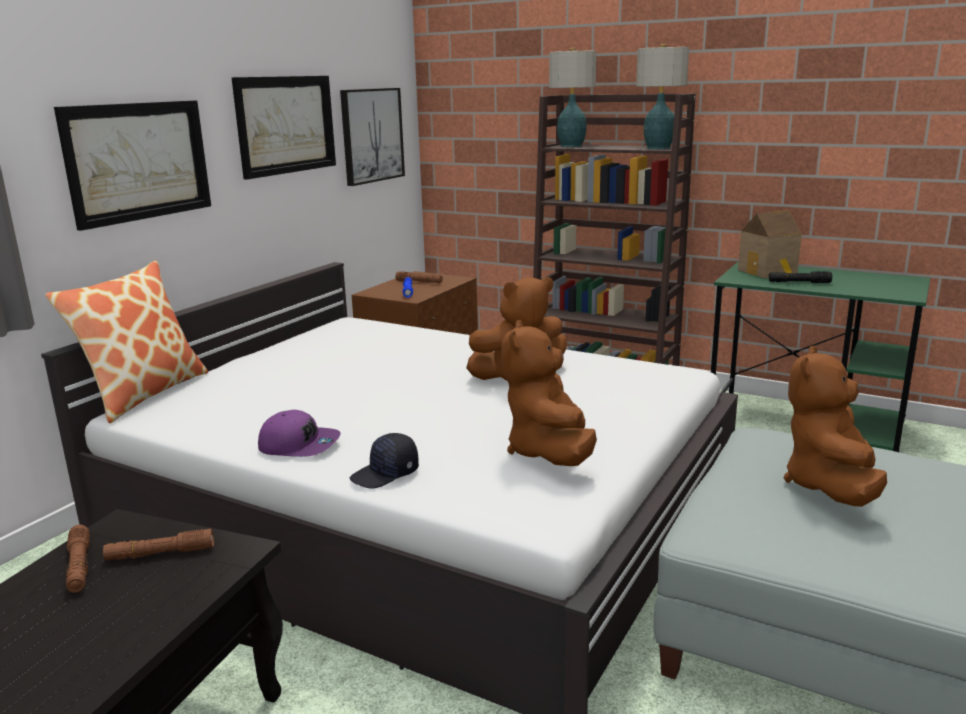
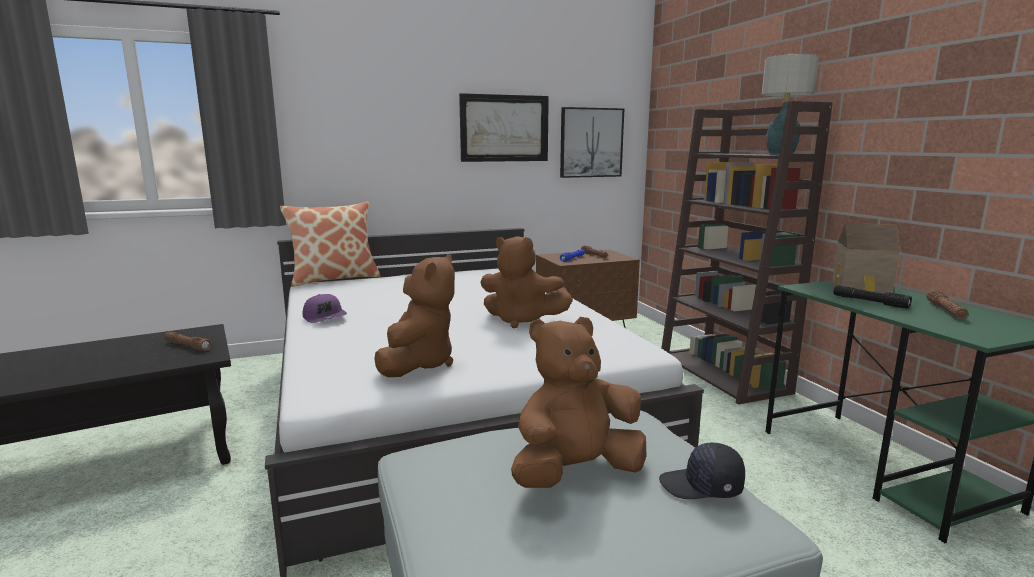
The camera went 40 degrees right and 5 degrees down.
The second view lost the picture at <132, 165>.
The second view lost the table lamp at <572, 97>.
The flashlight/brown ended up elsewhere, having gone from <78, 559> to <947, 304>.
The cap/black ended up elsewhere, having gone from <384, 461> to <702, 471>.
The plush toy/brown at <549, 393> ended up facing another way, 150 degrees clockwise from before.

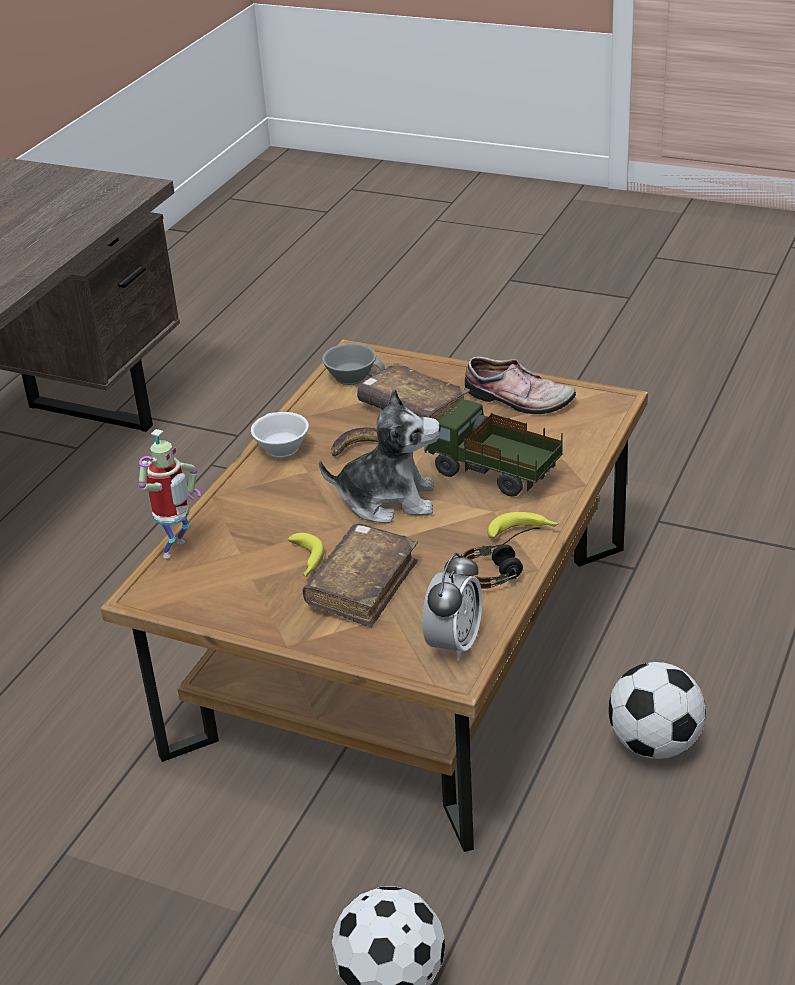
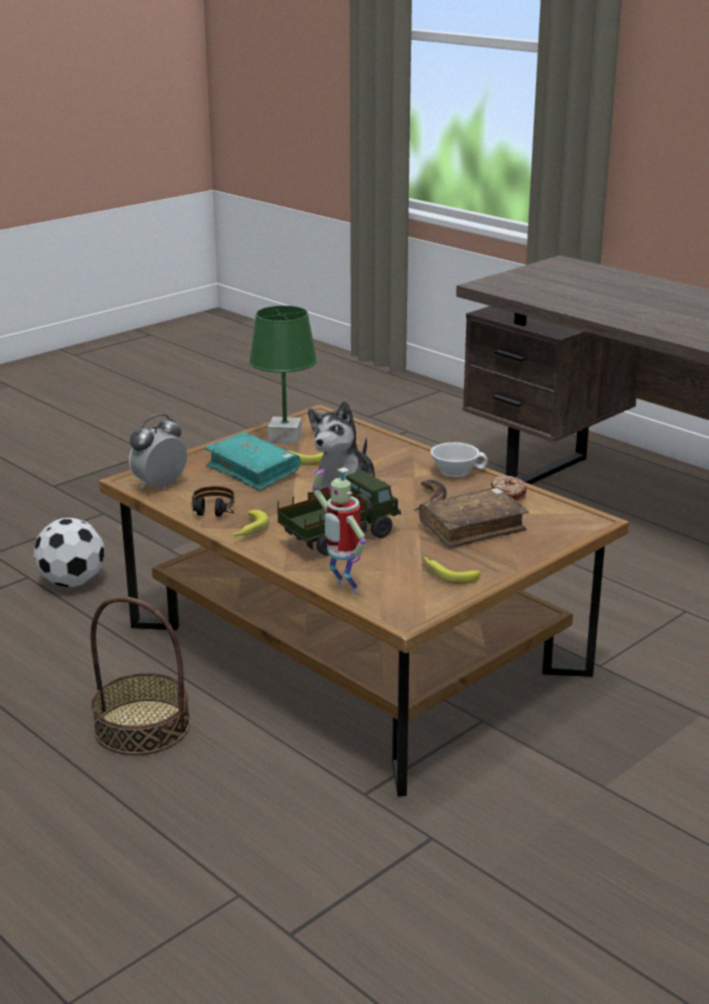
The camera went 110 degrees right and 10 degrees down.
The second view lost the cup/grey at <353, 364>.
The second view gained the table lamp/green at <283, 375>.
The second view gained the donut at <509, 487>.
The toy robot ended up elsewhere, having gone from <170, 493> to <339, 530>.
Where the shoe stood at <520, 385>, the banana came to stand at <451, 570>.
Where the football stood at <657, 710>, the basket came to stand at <140, 675>.
What was the book/brown at <360, 575> turned into the book/turquoise at <253, 461>.
The alarm clock at <452, 607> ended up facing another way, 90 degrees clockwise from before.

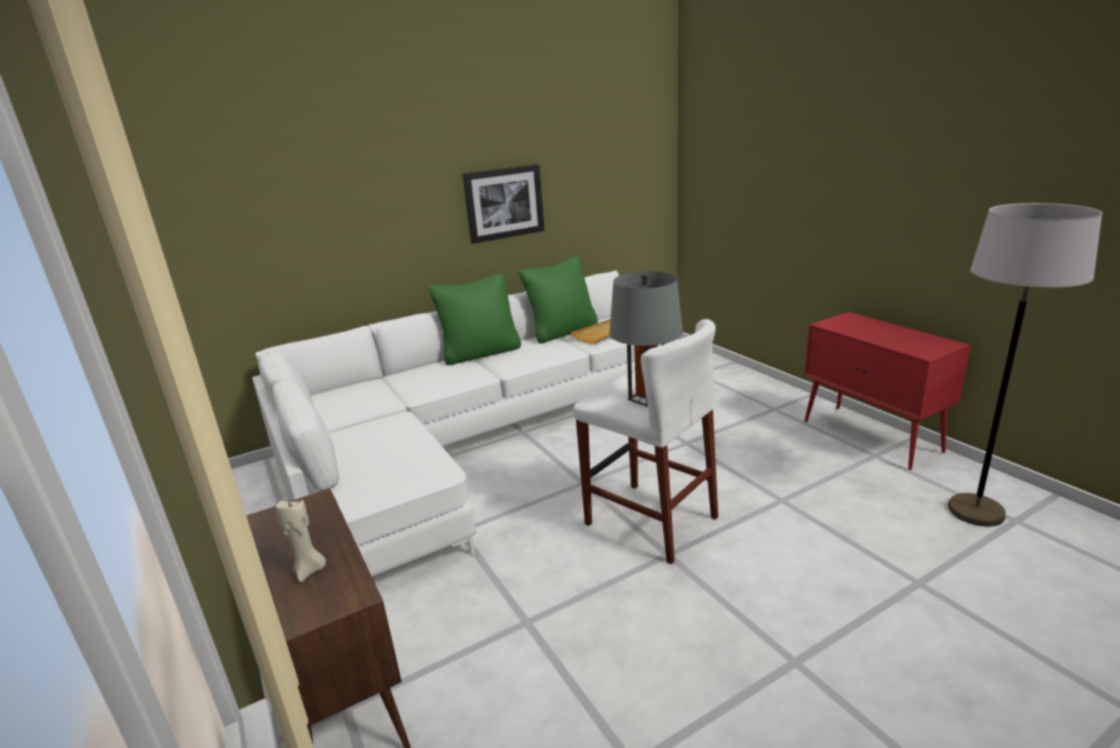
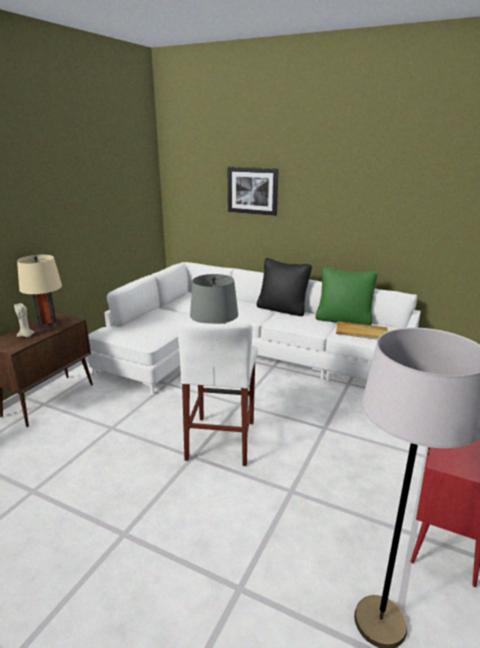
The camera went 55 degrees right and 0 degrees up.
The second view gained the table lamp/beige at <39, 291>.
The picture ended up elsewhere, having gone from <504, 204> to <253, 191>.
What was the pillow/green at <475, 319> turned into the pillow/black at <284, 287>.

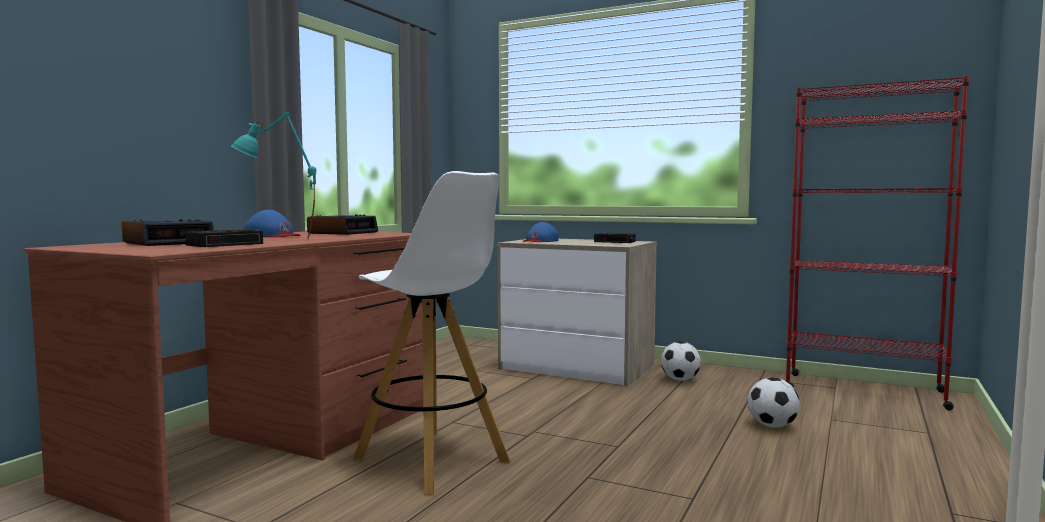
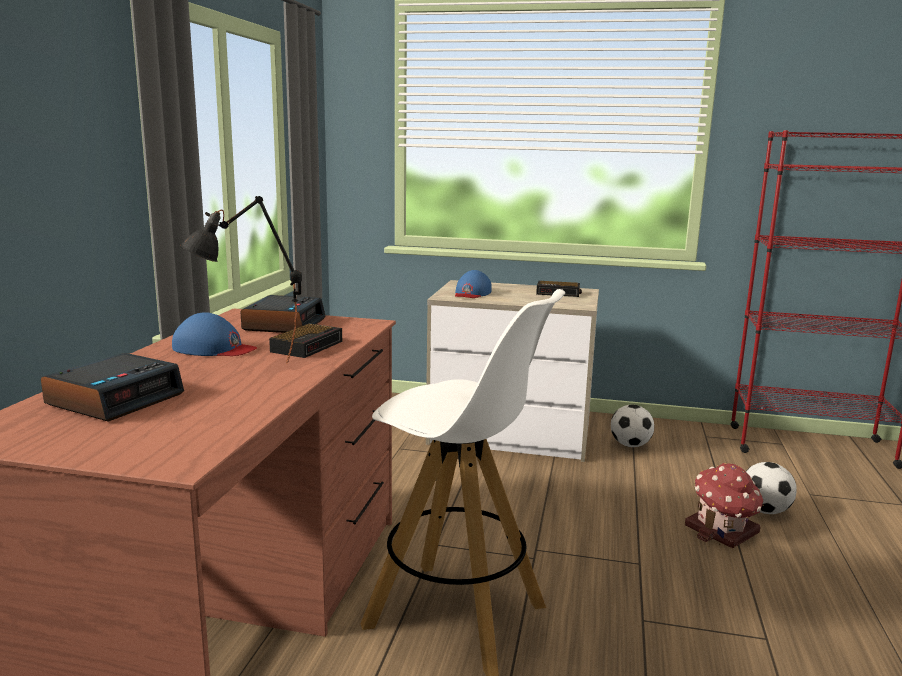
The camera went 15 degrees left and 10 degrees up.
The second view gained the toy house at <724, 505>.
The alarm clock ended up elsewhere, having gone from <224, 238> to <305, 340>.
What was the table lamp/turquoise at <274, 175> turned into the table lamp/black at <241, 280>.

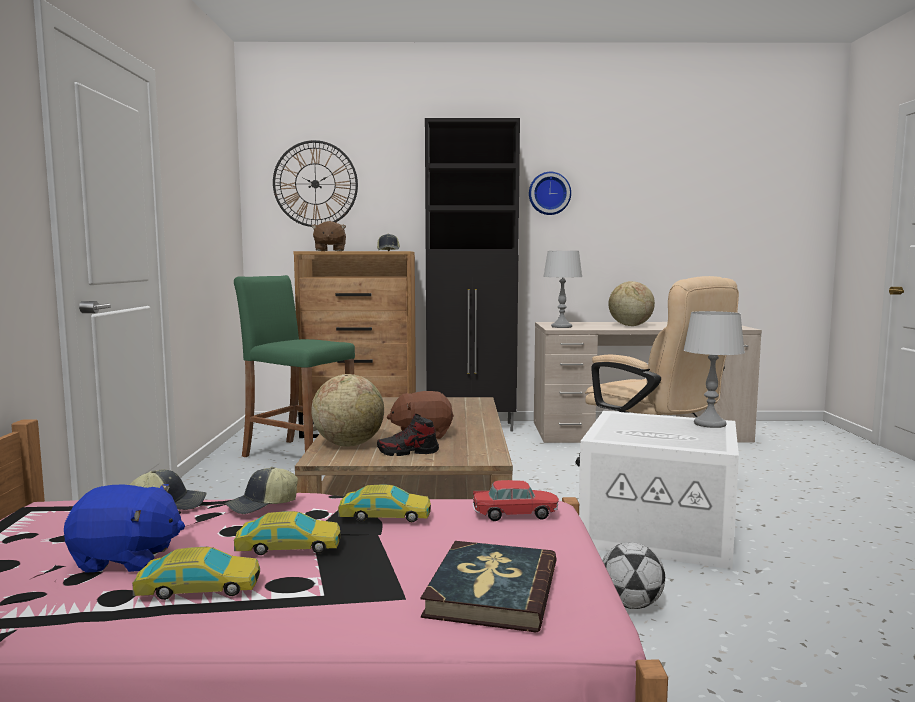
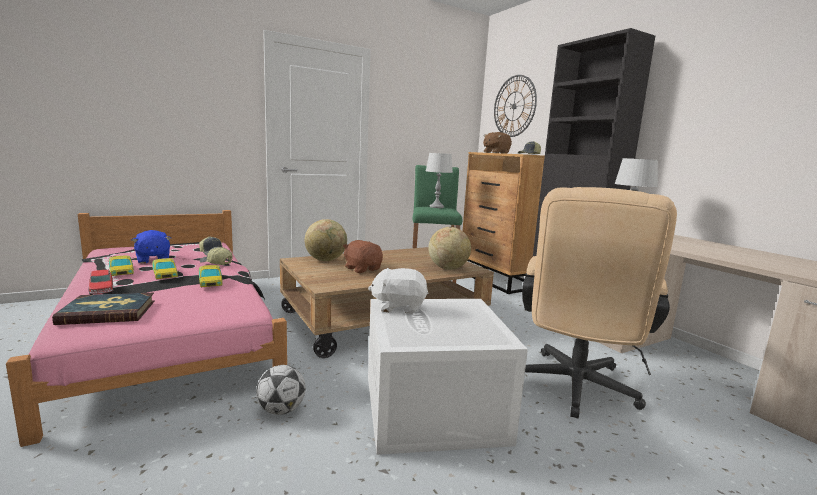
The camera went 60 degrees right and 5 degrees up.
The second view lost the shoe at <408, 435>.
The second view lost the wall clock at <550, 193>.
The second view gained the plush toy/white at <398, 291>.
The toy car ended up elsewhere, having gone from <516, 500> to <100, 282>.
The globe ended up elsewhere, having gone from <632, 303> to <449, 248>.
The table lamp/grey ended up elsewhere, having gone from <714, 369> to <439, 180>.

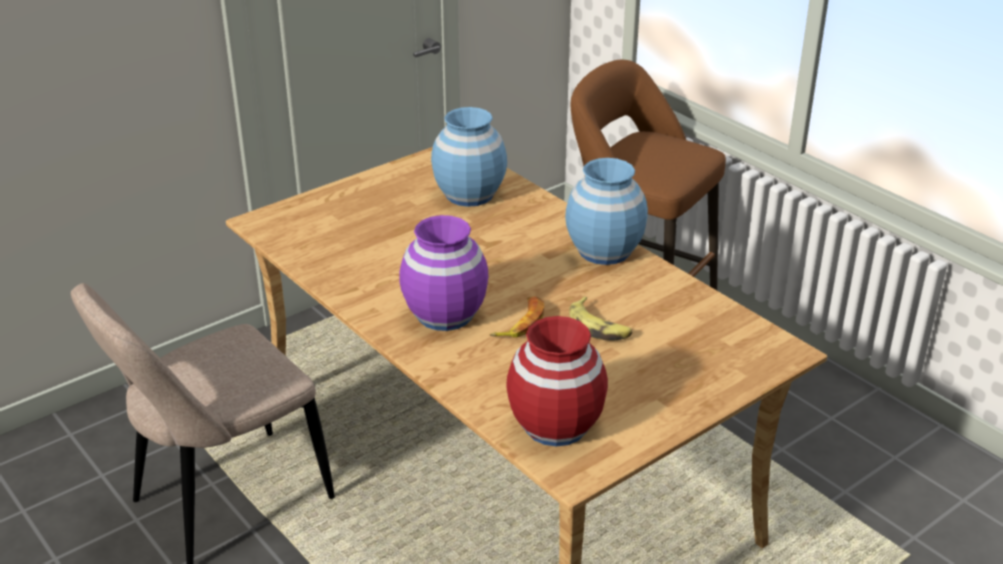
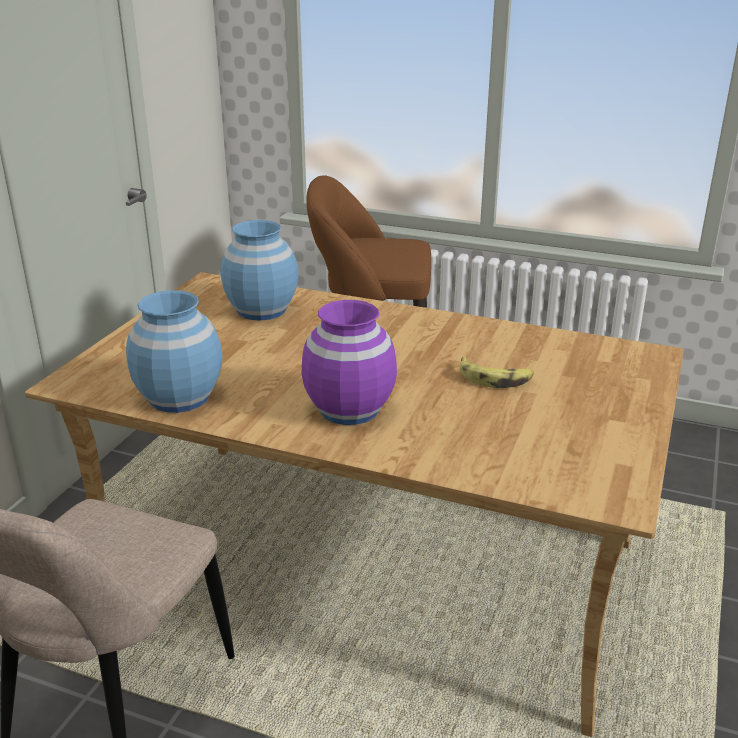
The camera went 30 degrees left and 5 degrees down.
The second view lost the banana at <516, 317>.
The second view lost the vase/red at <557, 381>.
The vase/blue ended up elsewhere, having gone from <606, 211> to <174, 351>.

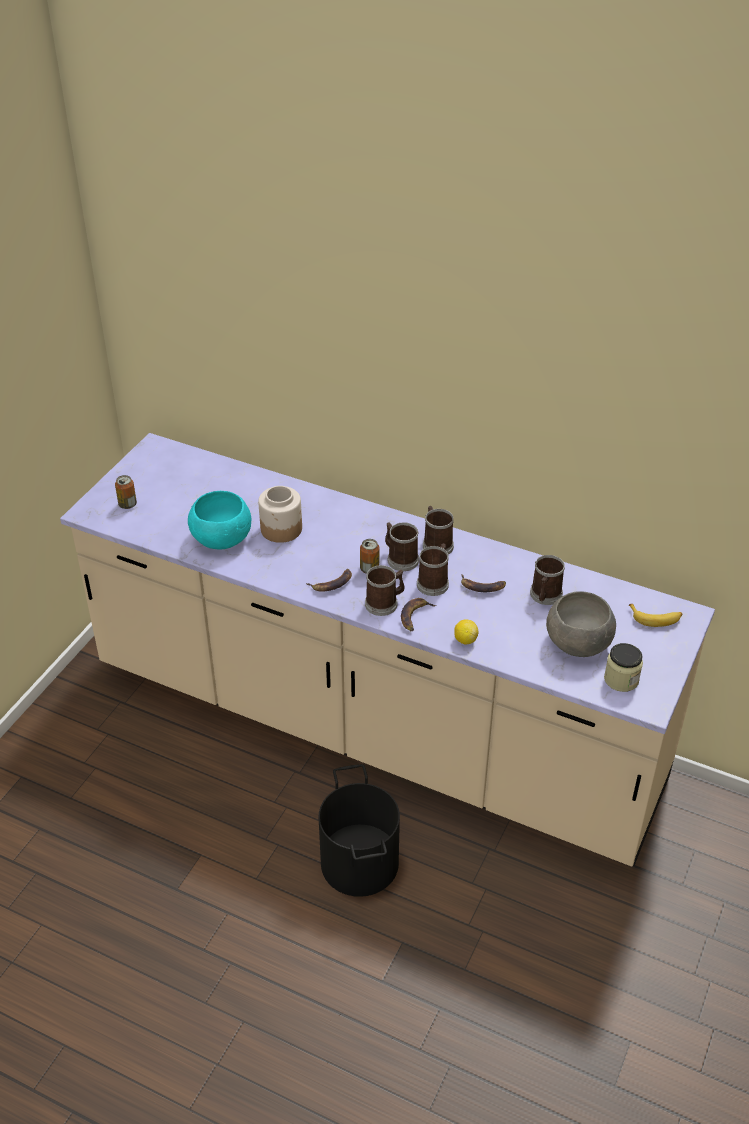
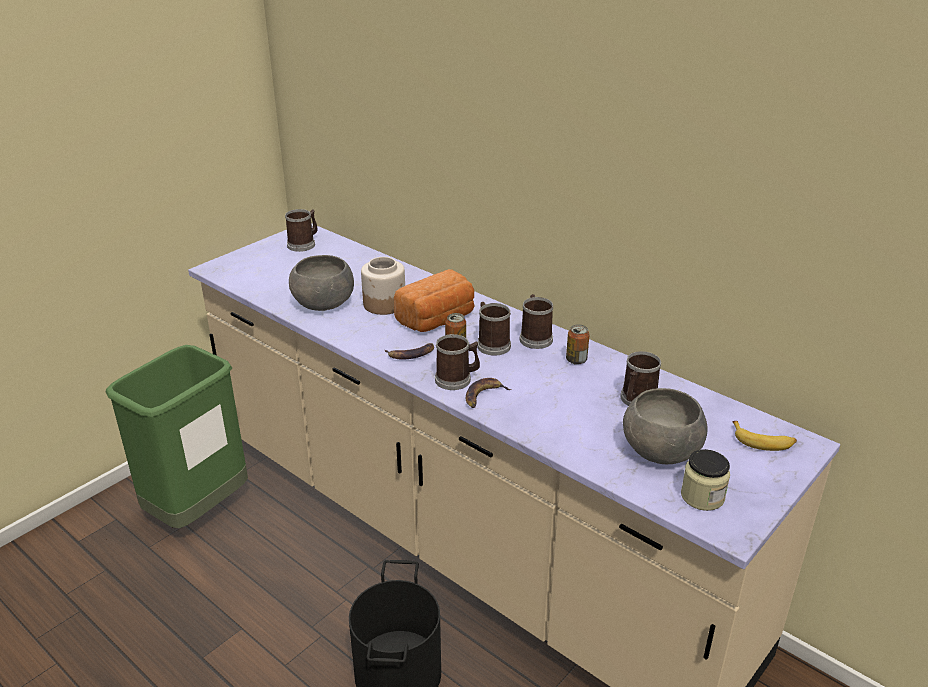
The camera went 15 degrees right and 10 degrees down.
The second view lost the lemon at <466, 632>.
The second view lost the banana at <483, 583>.
The second view gained the trash can/green at <177, 436>.
The second view gained the bread at <434, 300>.
The can ended up elsewhere, having gone from <126, 492> to <578, 344>.
The mug ended up elsewhere, having gone from <433, 570> to <301, 230>.
What was the bowl/turquoise at <219, 520> turned into the bowl/grey at <321, 283>.

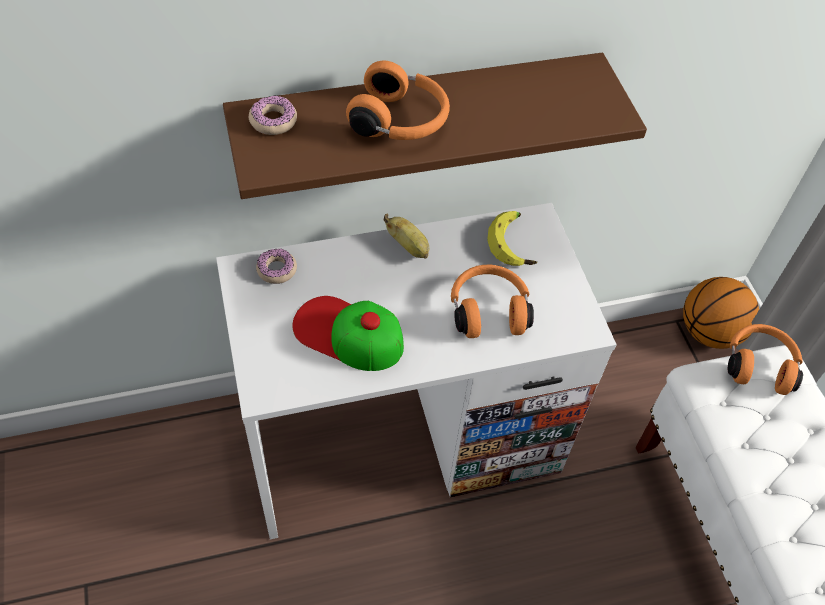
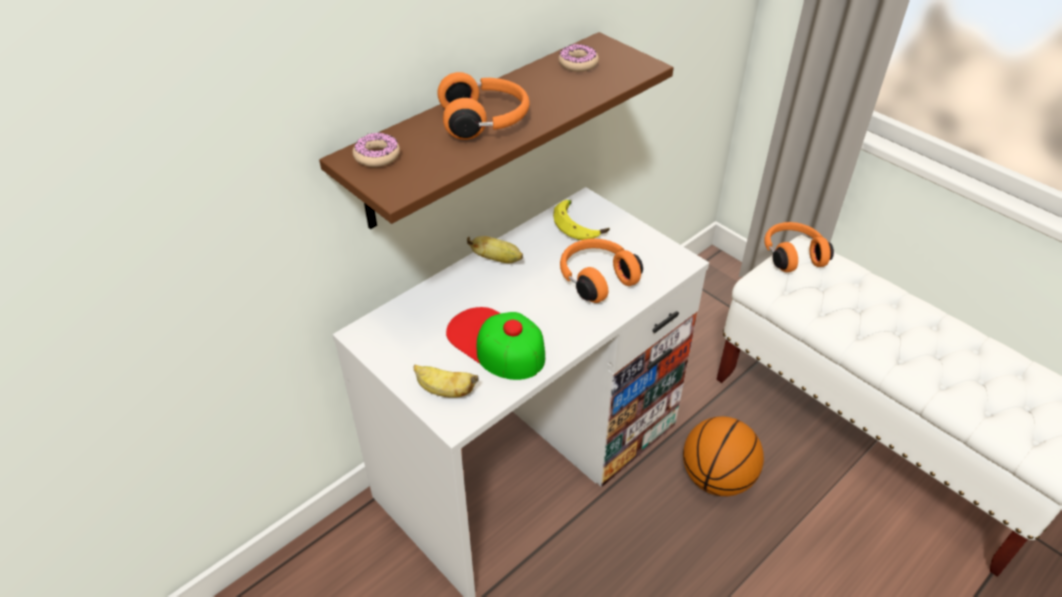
The camera went 25 degrees left and 10 degrees down.
The second view gained the banana at <446, 381>.
The donut ended up elsewhere, having gone from <276, 266> to <579, 58>.
The basketball ended up elsewhere, having gone from <721, 313> to <723, 456>.
The cap at <348, 333> ended up facing another way, 45 degrees clockwise from before.

